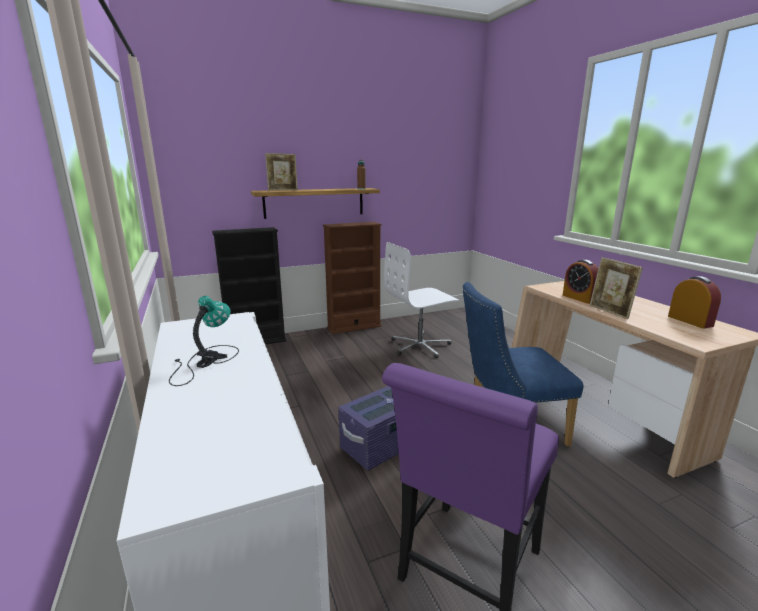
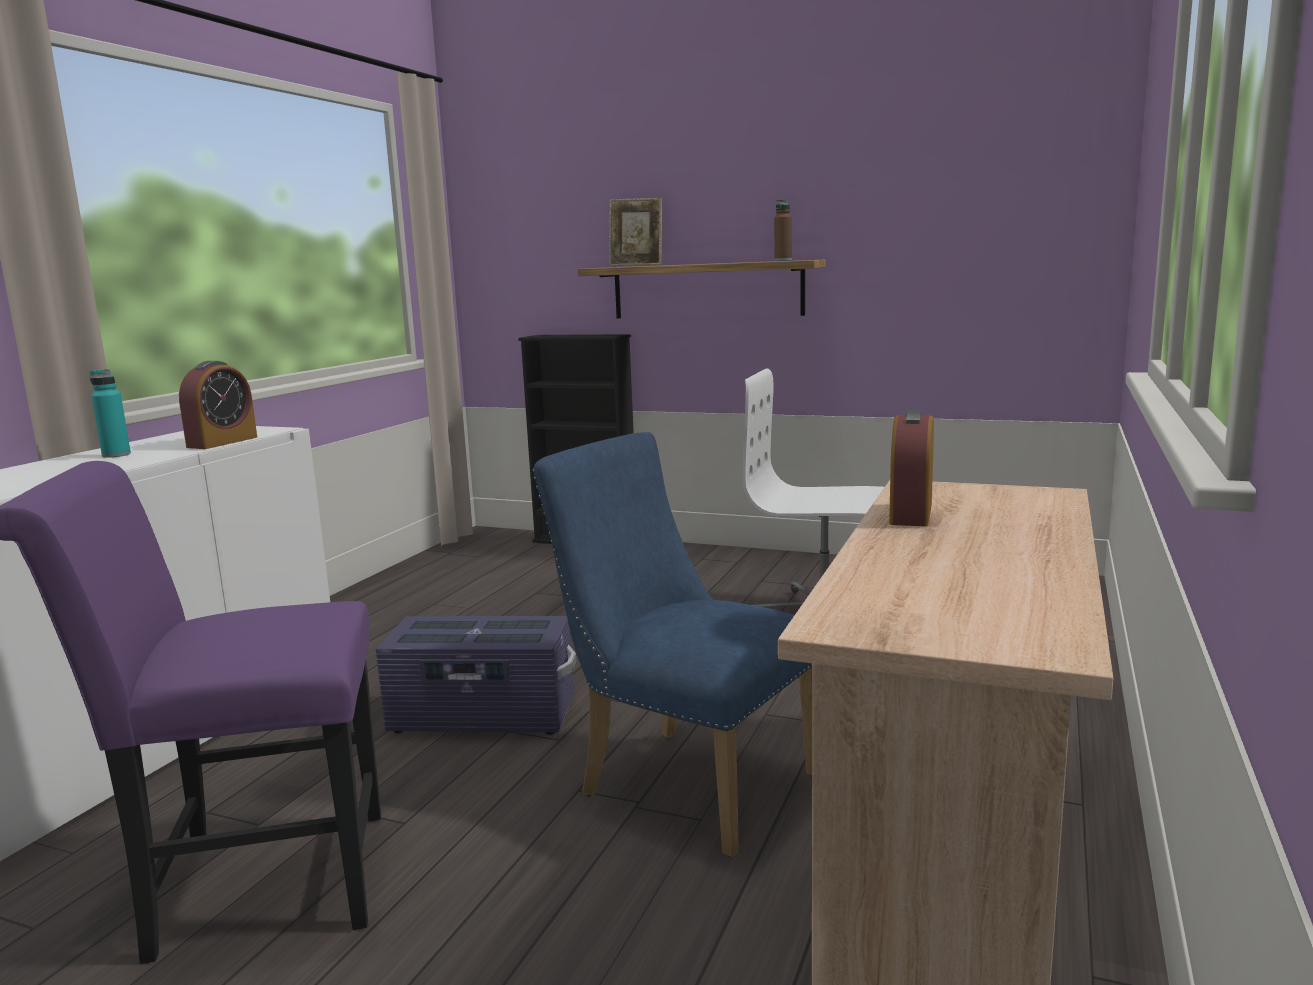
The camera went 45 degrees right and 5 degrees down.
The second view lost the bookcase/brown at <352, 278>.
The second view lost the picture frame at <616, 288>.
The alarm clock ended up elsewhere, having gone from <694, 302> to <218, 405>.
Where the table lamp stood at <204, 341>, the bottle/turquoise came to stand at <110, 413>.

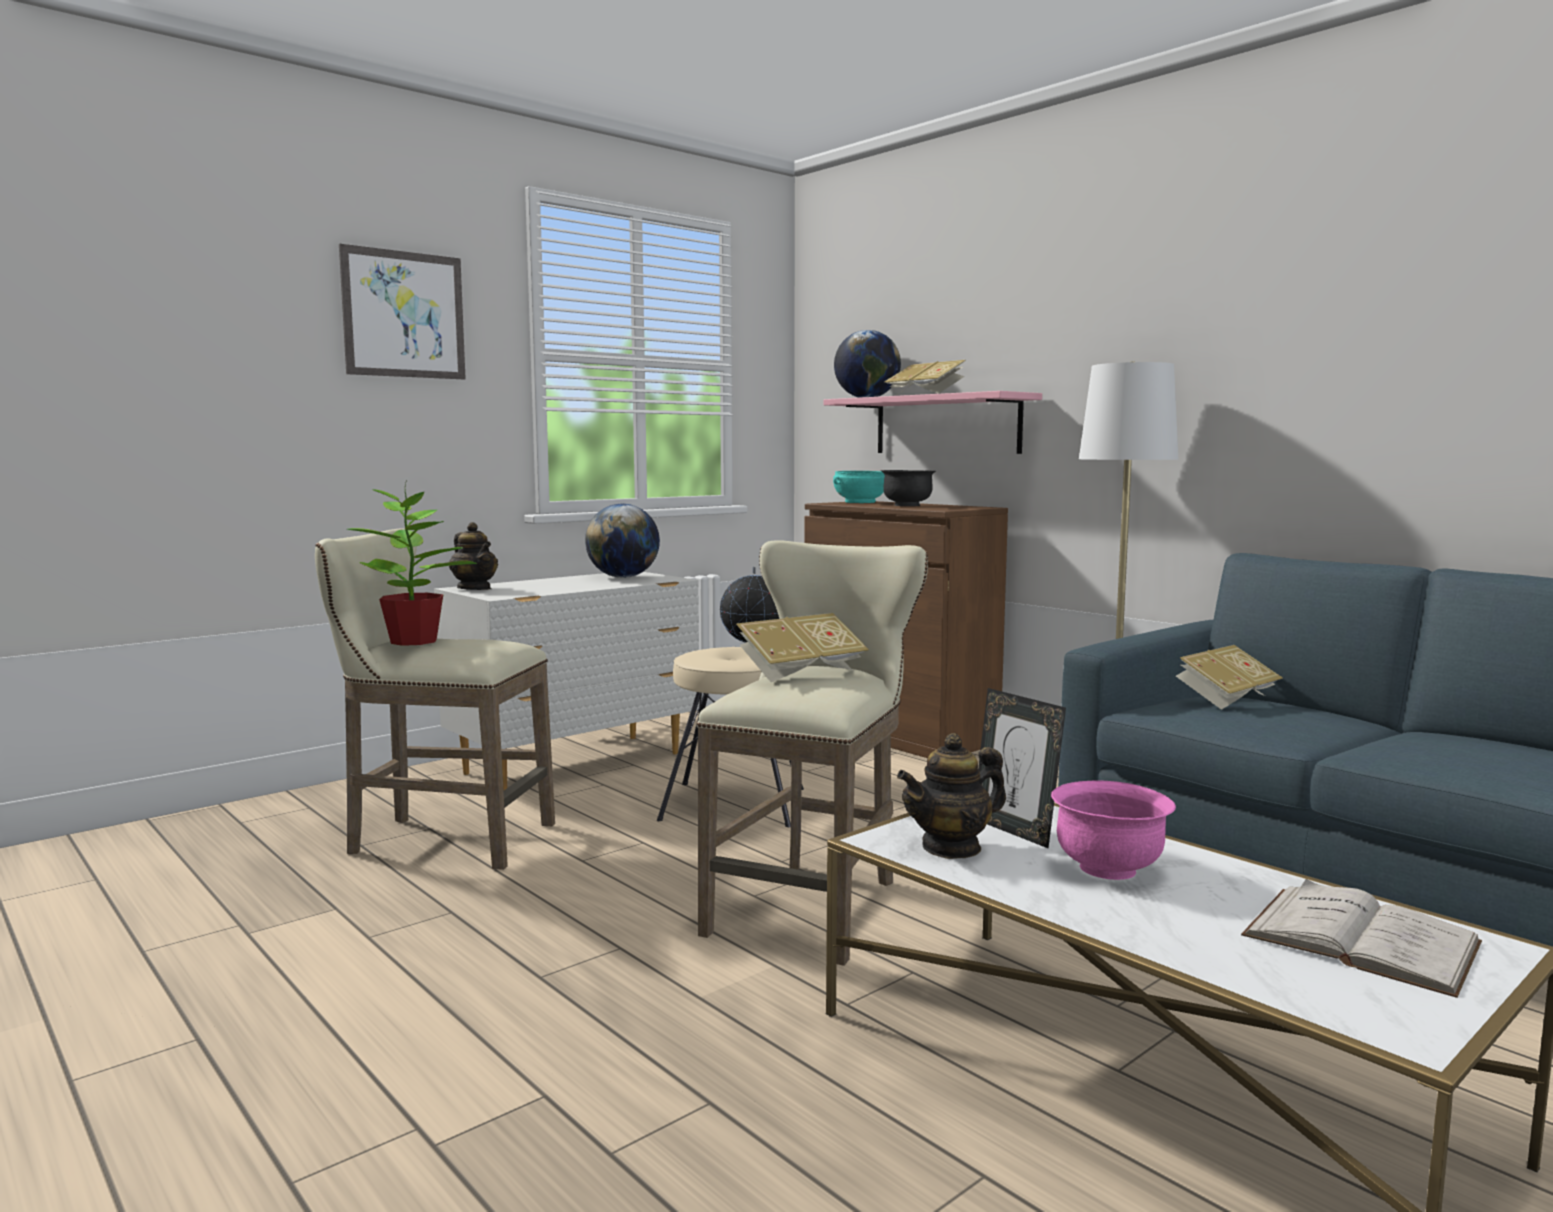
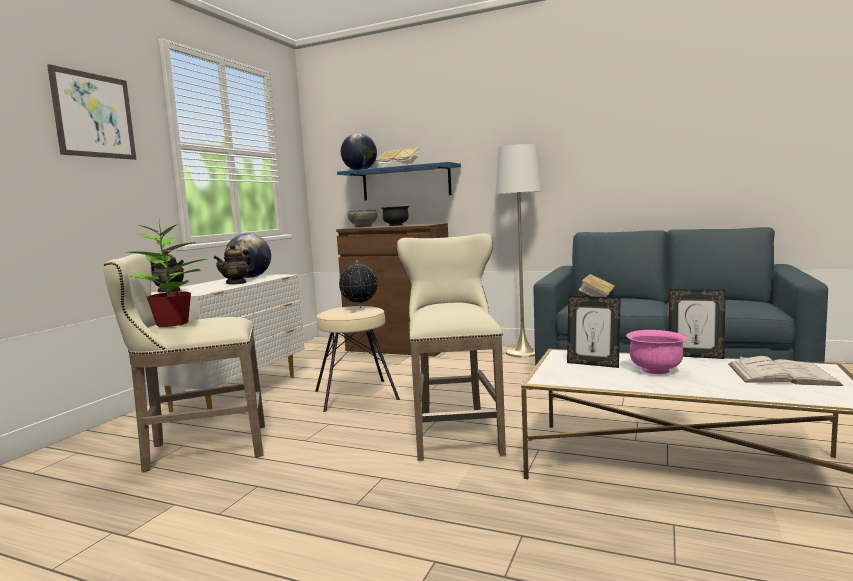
The camera went 25 degrees left and 0 degrees up.
The second view lost the book at <802, 647>.
The second view gained the picture frame at <697, 324>.
The teapot ended up elsewhere, having gone from <951, 796> to <233, 264>.
What was the shelf/pink at <933, 422> turned into the shelf/blue at <399, 181>.
What was the bowl/turquoise at <859, 487> turned into the bowl/grey at <363, 218>.

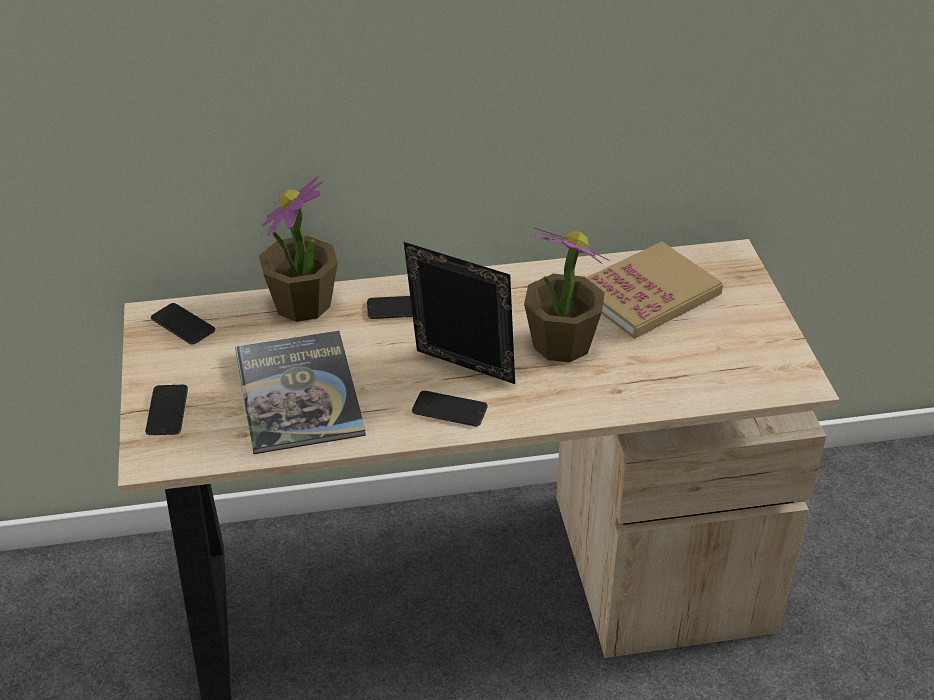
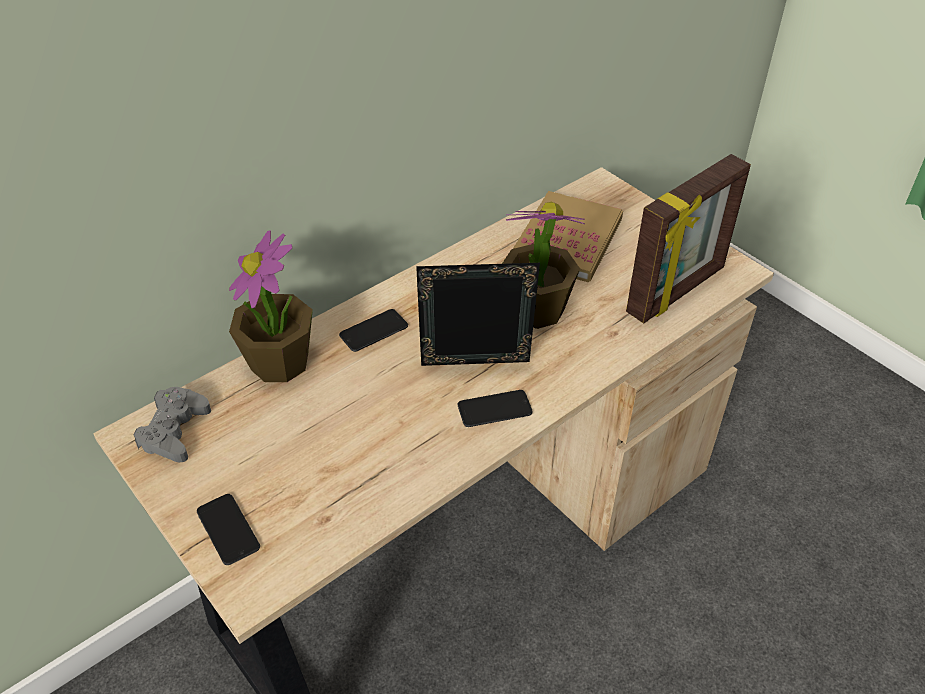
The camera went 30 degrees left and 5 degrees up.
The second view lost the book at <300, 392>.
The second view gained the picture frame at <688, 238>.
Where the phone stood at <183, 324>, the game controller/grey came to stand at <172, 424>.

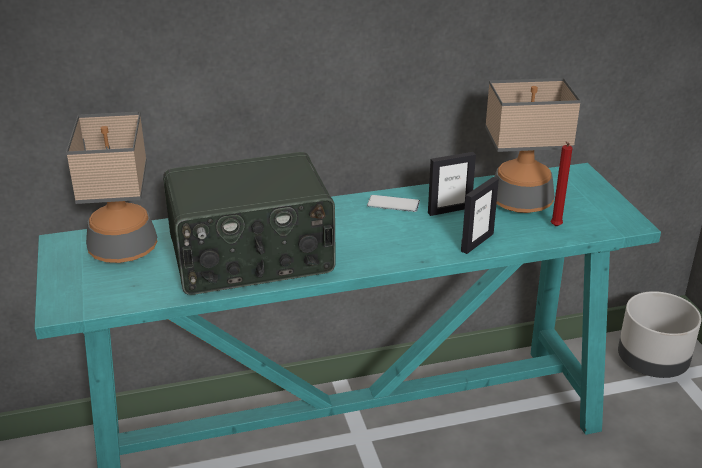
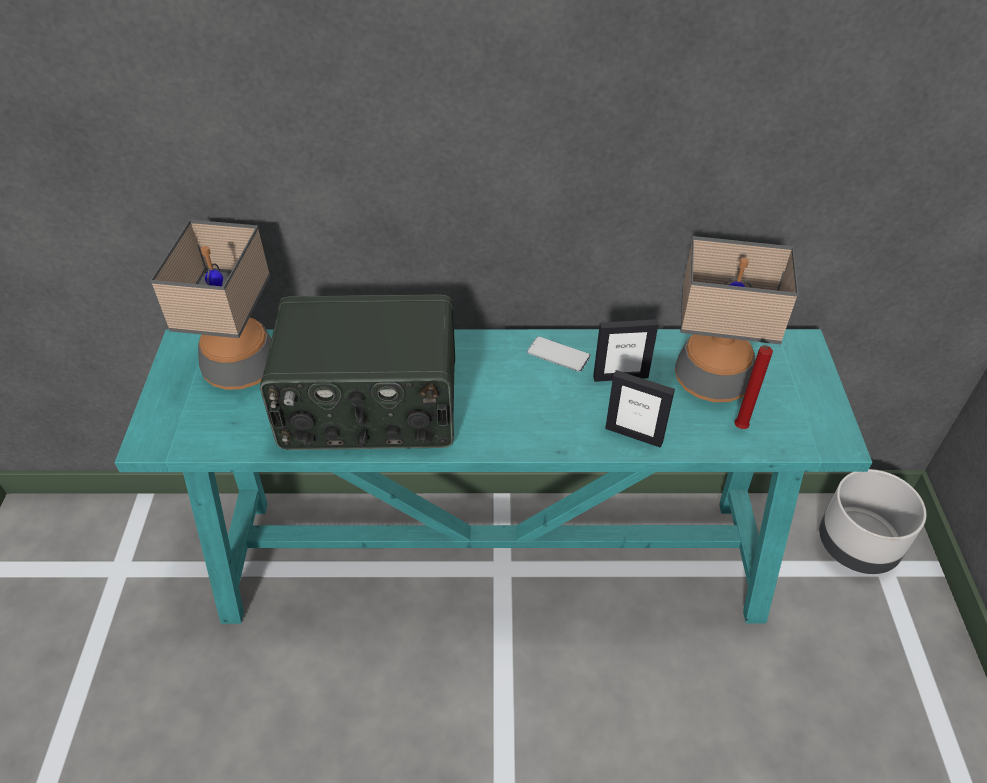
The camera went 15 degrees right and 15 degrees up.
The picture frame at <480, 215> ended up facing another way, 60 degrees clockwise from before.

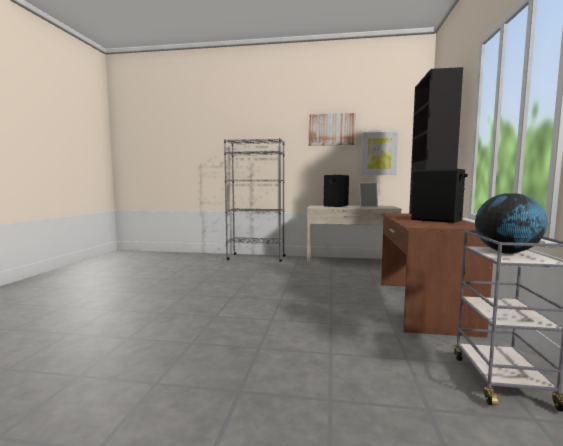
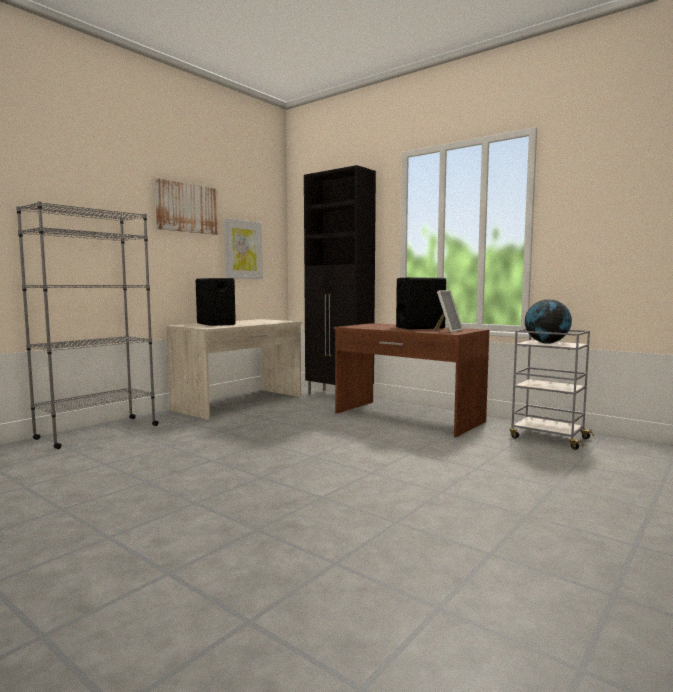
The camera went 60 degrees left and 0 degrees up.
The picture frame ended up elsewhere, having gone from <368, 195> to <448, 311>.

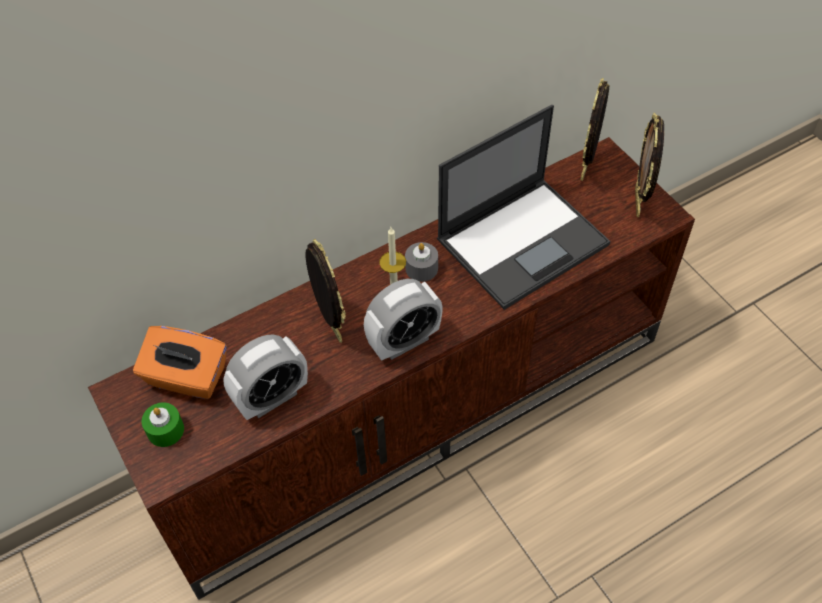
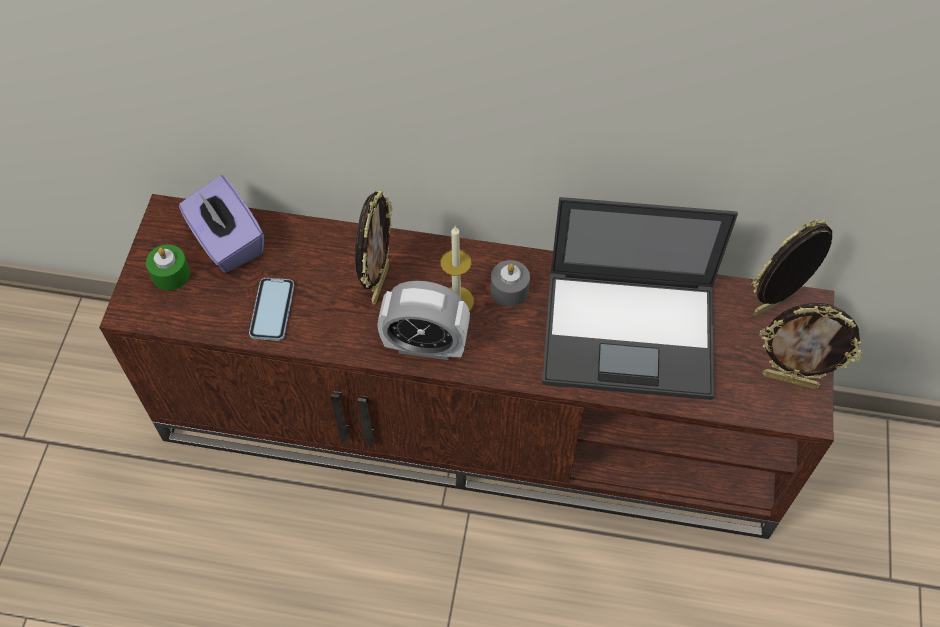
The camera went 40 degrees right and 5 degrees up.
Where the alarm clock stood at <265, 377>, the phone came to stand at <272, 309>.
What was the tissue box/orange at <180, 362> turned into the tissue box/purple at <221, 224>.
The picture frame at <649, 165> ended up facing another way, 120 degrees counterclockwise from before.

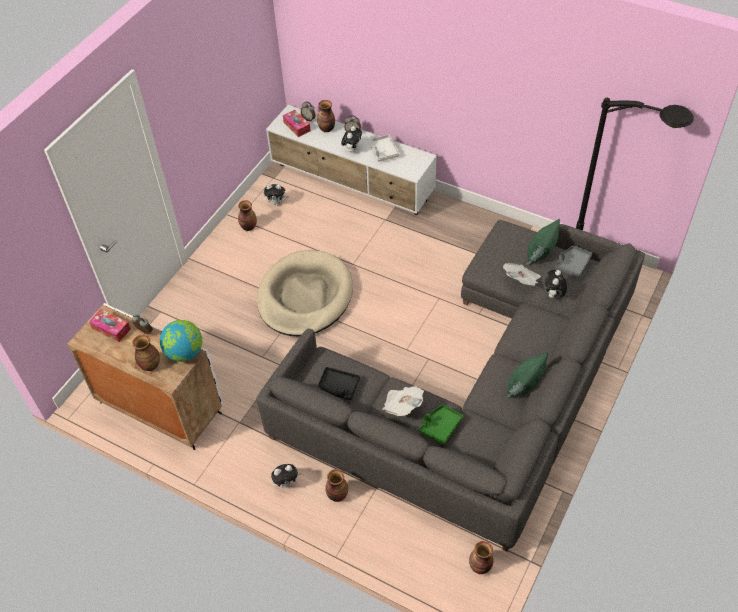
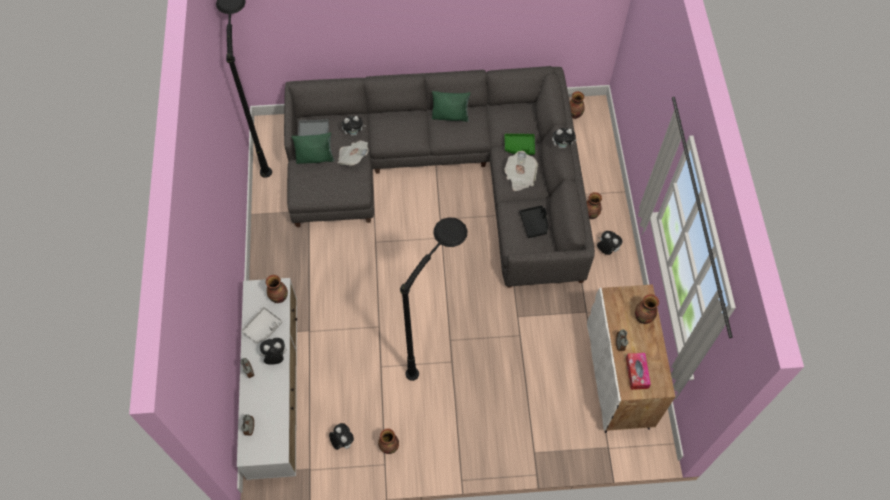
The camera went 125 degrees left and 10 degrees up.
The second view lost the globe at <181, 341>.
The second view lost the tissue box at <297, 123>.
The second view gained the plush toy at <564, 138>.
The vase ended up elsewhere, having gone from <326, 116> to <277, 289>.
Where the dog bed/beige stood at <305, 293>, the floor lamp/black came to stand at <433, 299>.

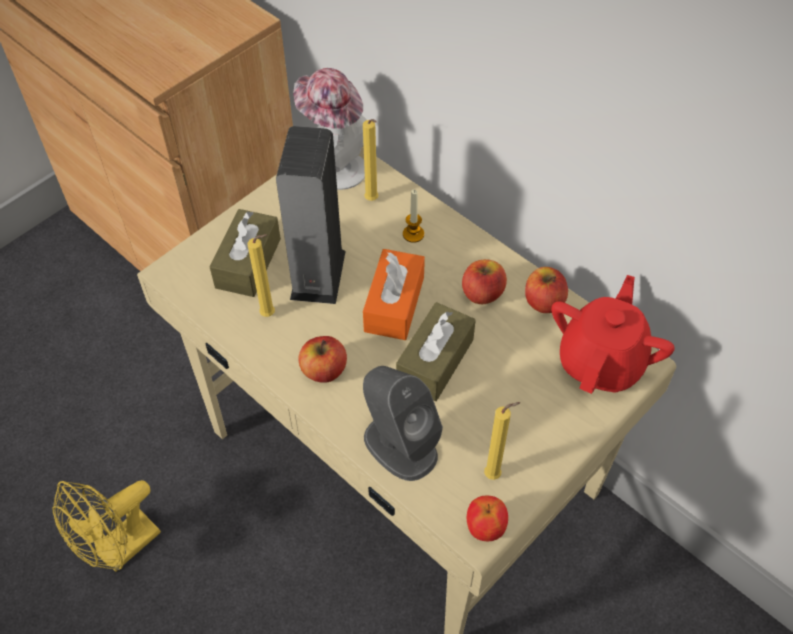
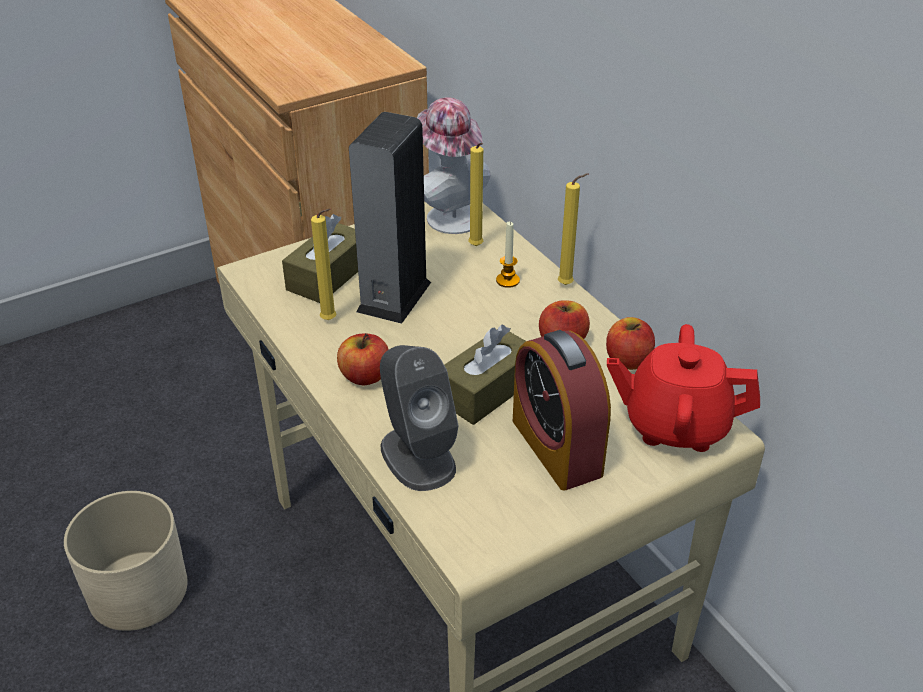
The camera went 15 degrees right and 15 degrees down.
The second view lost the tissue box/orange at <394, 294>.
The second view lost the apple at <487, 518>.
The second view gained the alarm clock at <562, 410>.
The candle/yellow ended up elsewhere, having gone from <502, 441> to <573, 229>.
Where the fan/yellow stood at <106, 526>, the planter/beige came to stand at <125, 561>.
The teapot/red at <613, 334> ended up facing another way, 120 degrees counterclockwise from before.

